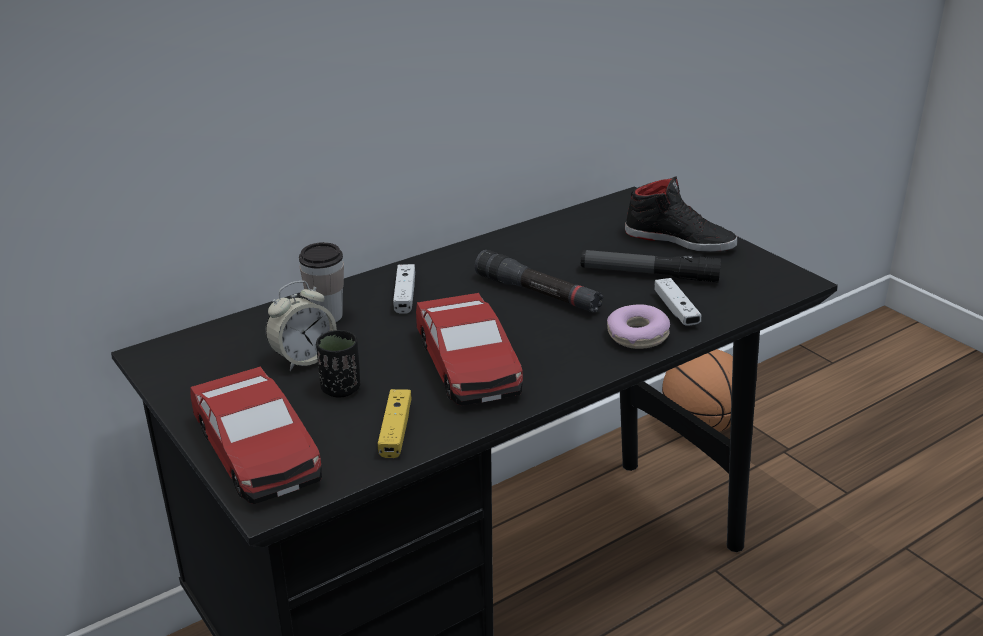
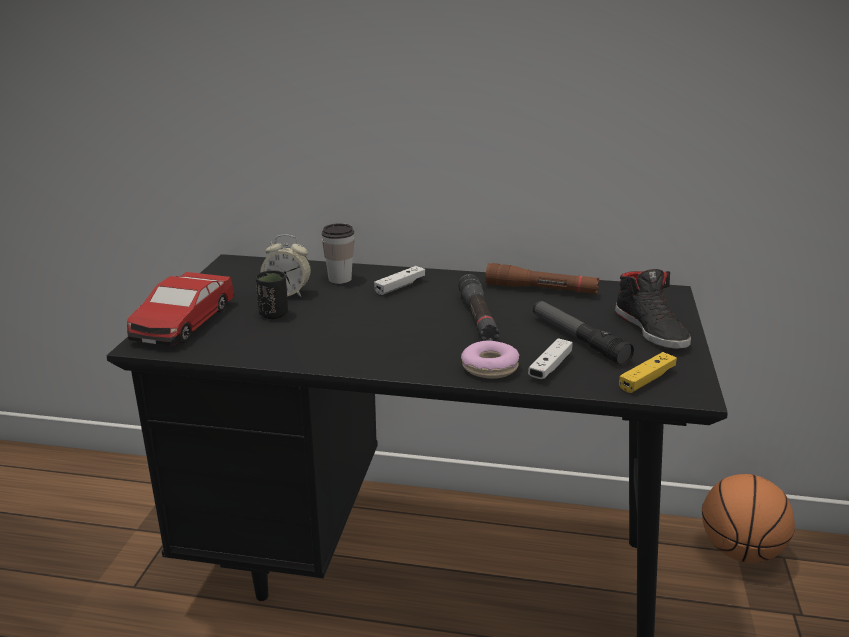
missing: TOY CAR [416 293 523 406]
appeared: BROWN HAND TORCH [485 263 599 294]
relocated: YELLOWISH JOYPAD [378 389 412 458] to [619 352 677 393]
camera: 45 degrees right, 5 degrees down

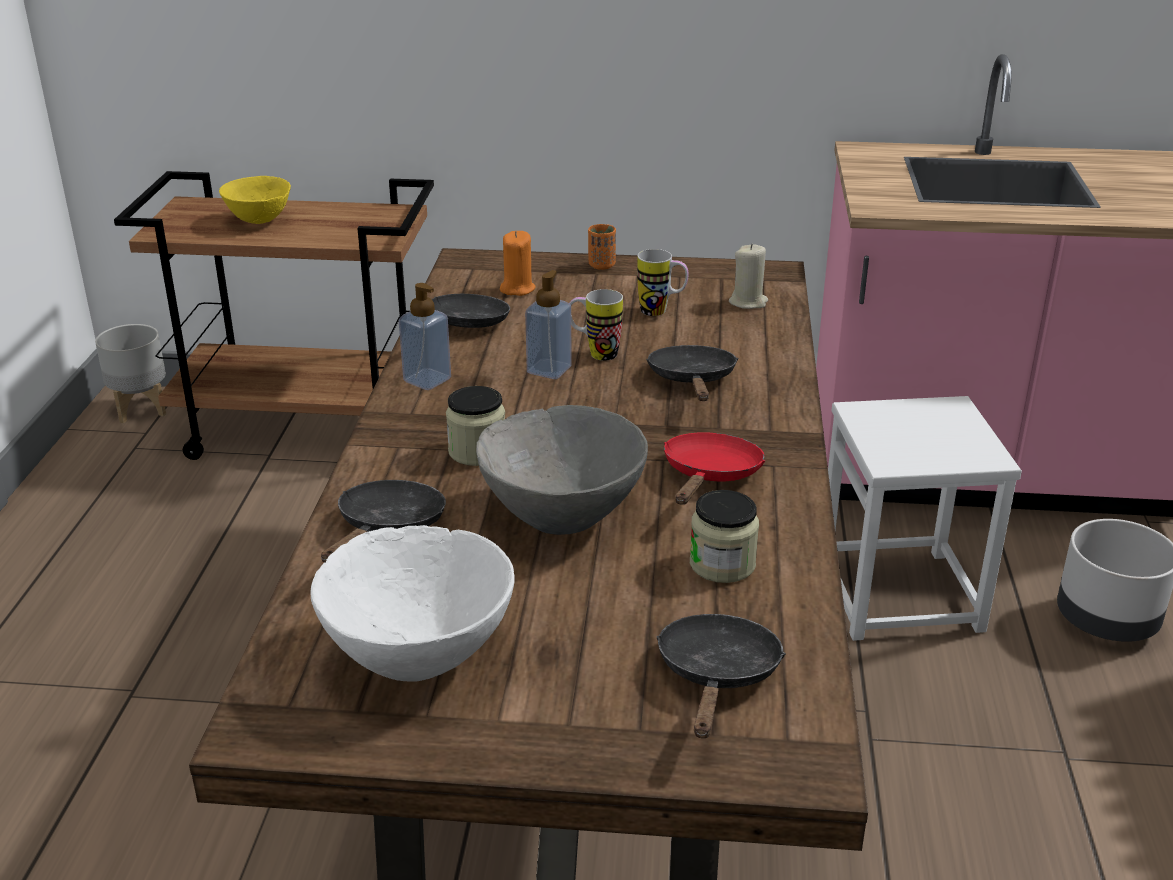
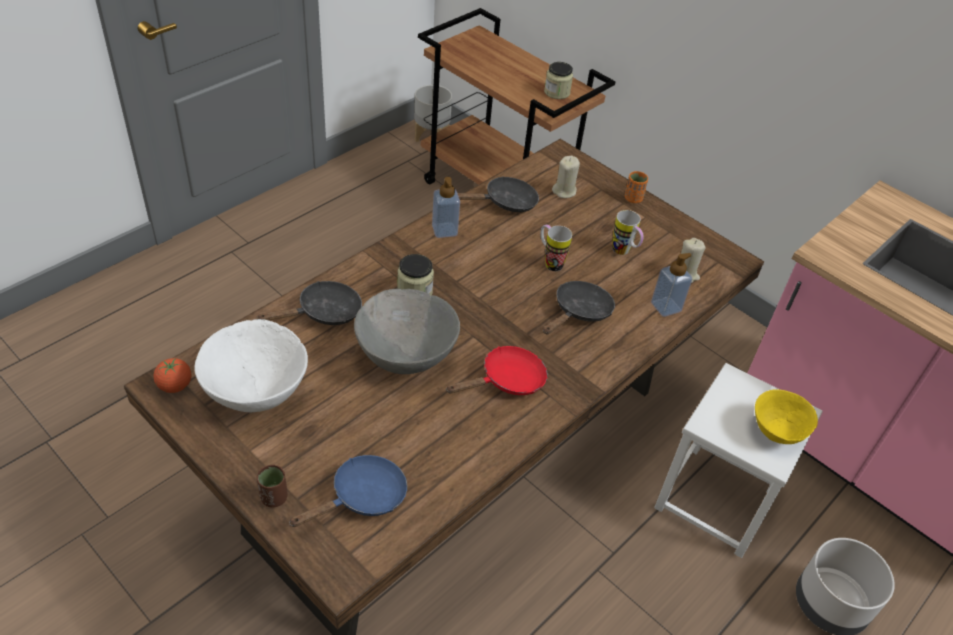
appeared: TOMATO [153 358 192 393]; BROWN DRINKING CUP [257 465 288 508]
relocated: YELLOWISH BOWL [219 176 291 224] to [755 390 818 444]; SOAP BOTTLE [525 270 572 379] to [651 253 692 317]; PRESERVE JAR [690 490 759 583] to [544 62 573 99]
colour: ORANGE WAX CANDLE [500 231 535 296] to BEIGE-COLOURED WAX CANDLE [552 156 580 198]; BLACK PAN [656 614 786 738] to BLUISH PAN [289 455 408 527]
camera: 35 degrees right, 15 degrees up

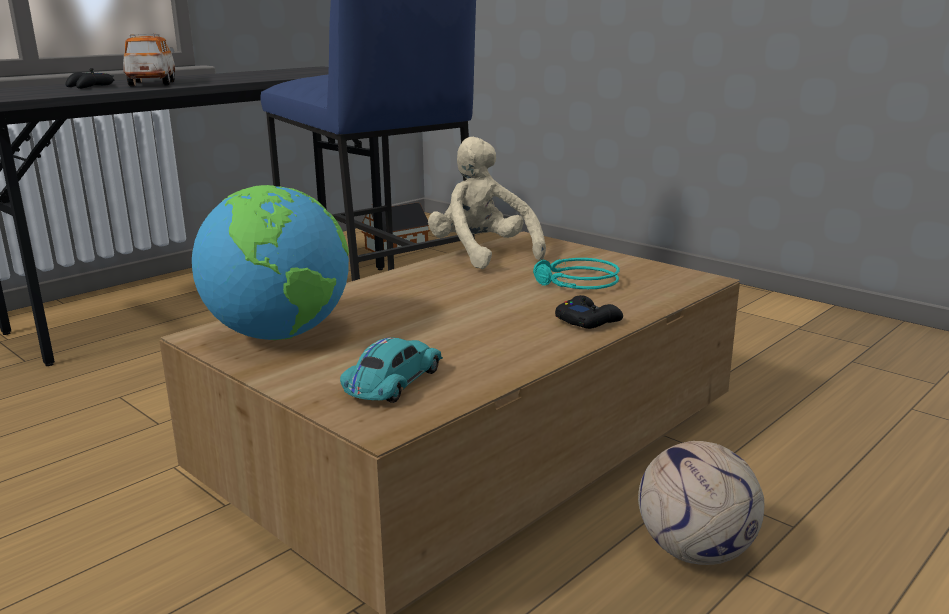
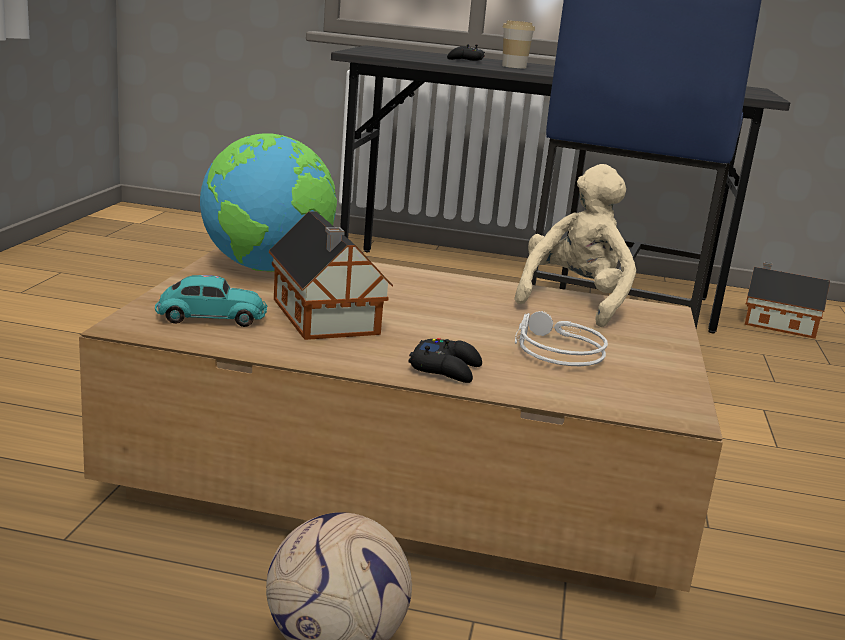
appeared: TOY HOUSE [269 211 393 340]
exchanged: TOY CAR [123 34 175 87] to DRINKING CUP [502 20 535 68]
colour: BLUE-GREEN HEADSET [533 258 620 289] to GREYISH HEADSET [515 311 608 366]
camera: 55 degrees right, 0 degrees up

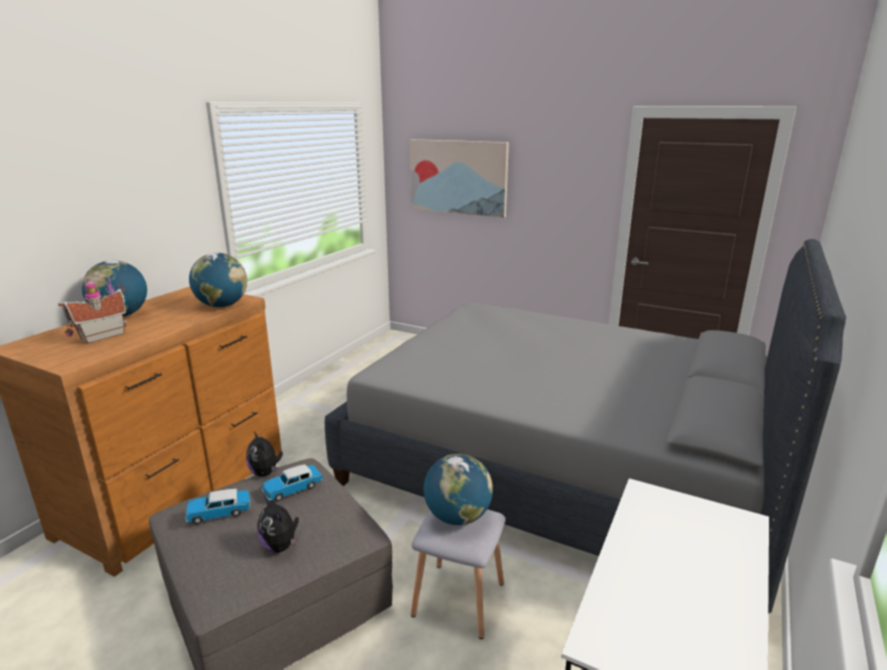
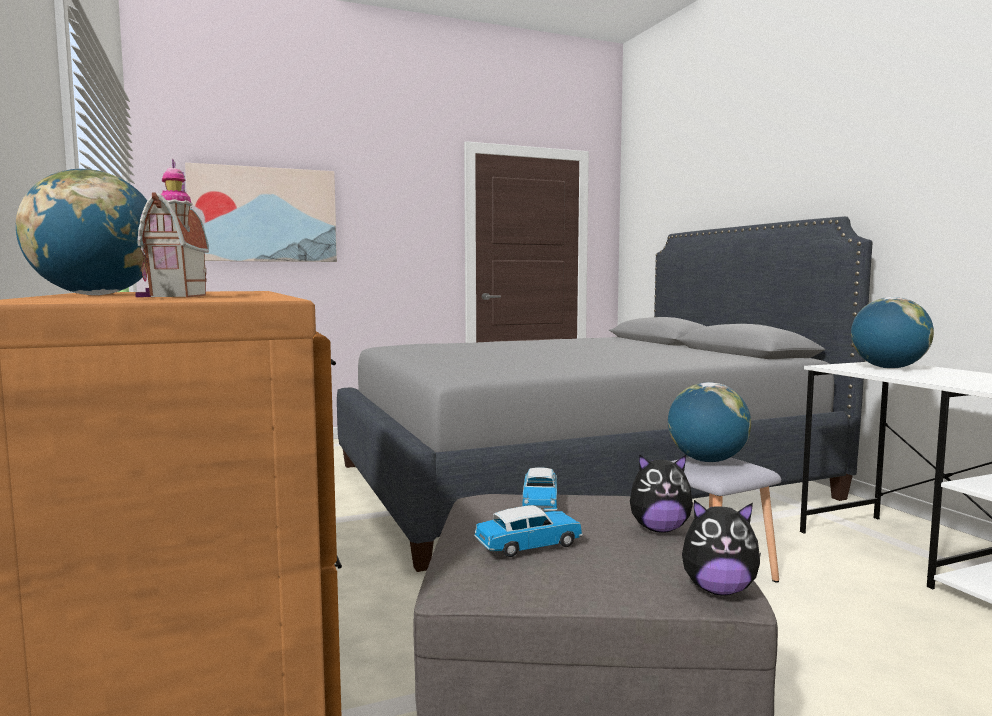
relocated: WORLD GLOBE [189 253 247 307] to [851 297 934 369]; PLUSH TOY [246 431 283 477] to [682 500 761 595]
spun: TOY CAR [185 489 250 524] = [474 505 583 557] 135 degrees counterclockwise
camera: 50 degrees left, 15 degrees down

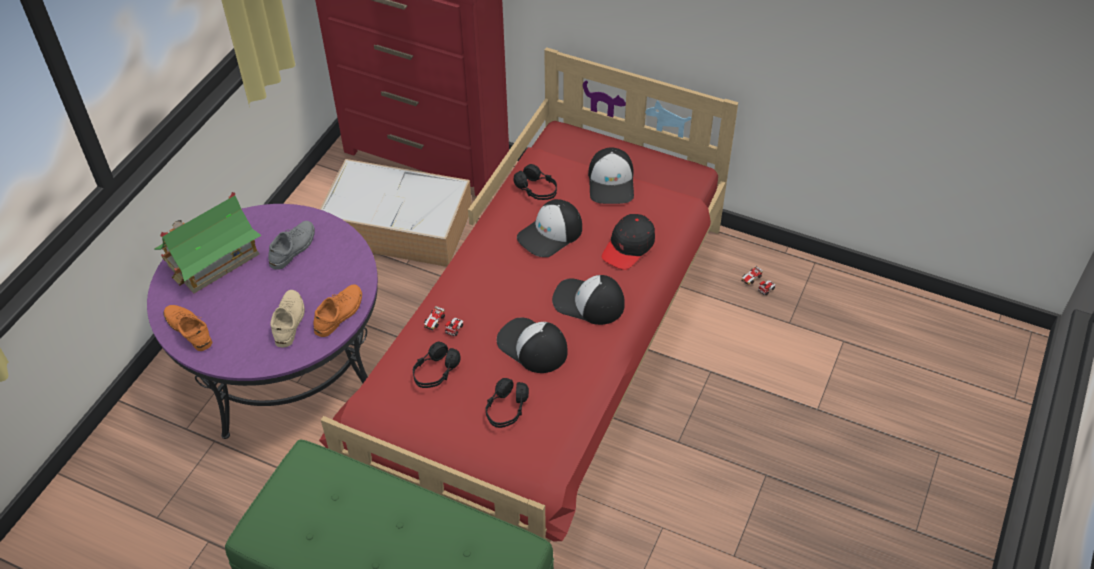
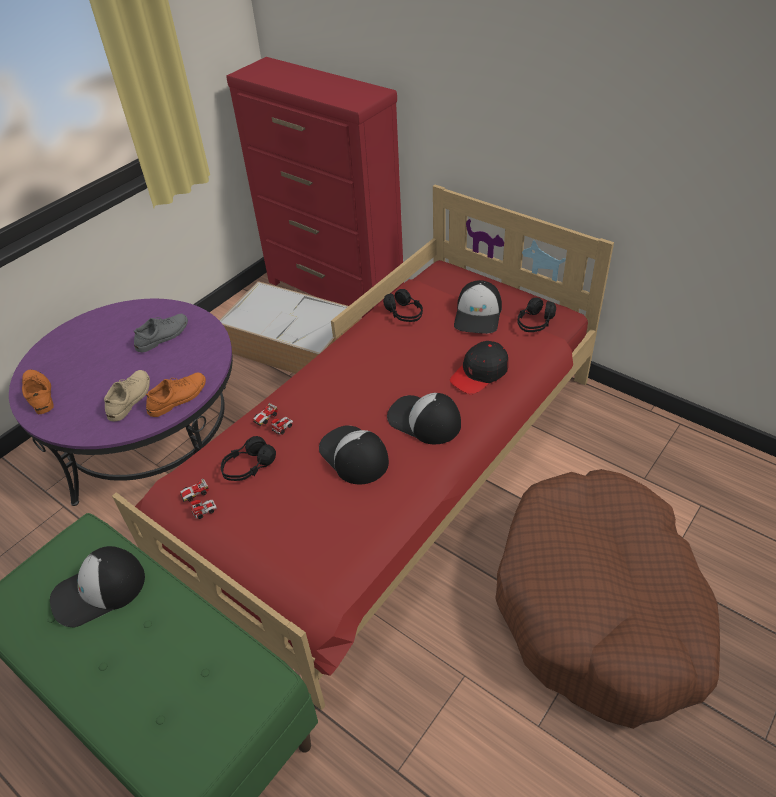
missing: TOY HOUSE [154 192 262 293]
appeared: BROWN DOG BED [495 469 720 729]
relocated: BLACK HEADSET [486 378 529 428] to [517 297 556 332]; PEAKED CAP [517 199 582 257] to [50 546 145 628]; TOY CAR [742 266 776 295] to [180 479 217 519]
camera: 15 degrees right, 5 degrees down

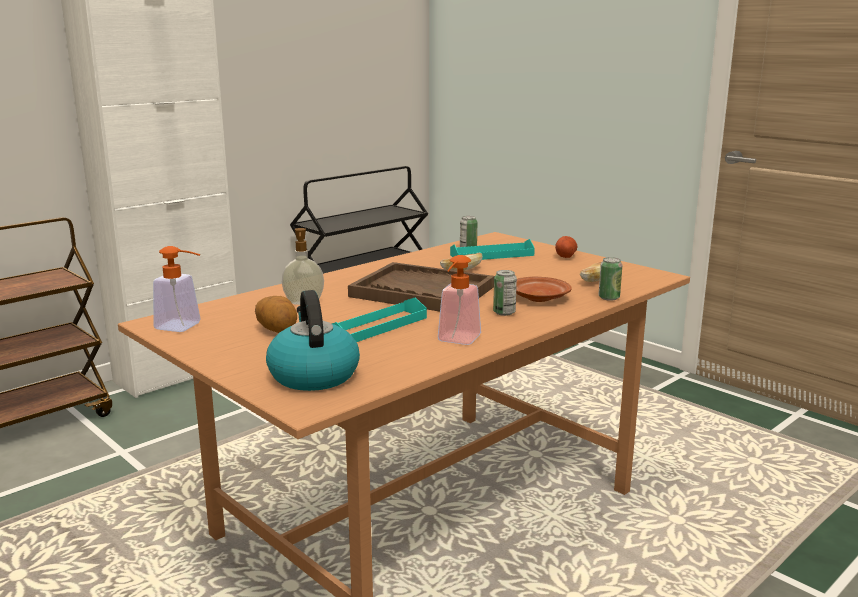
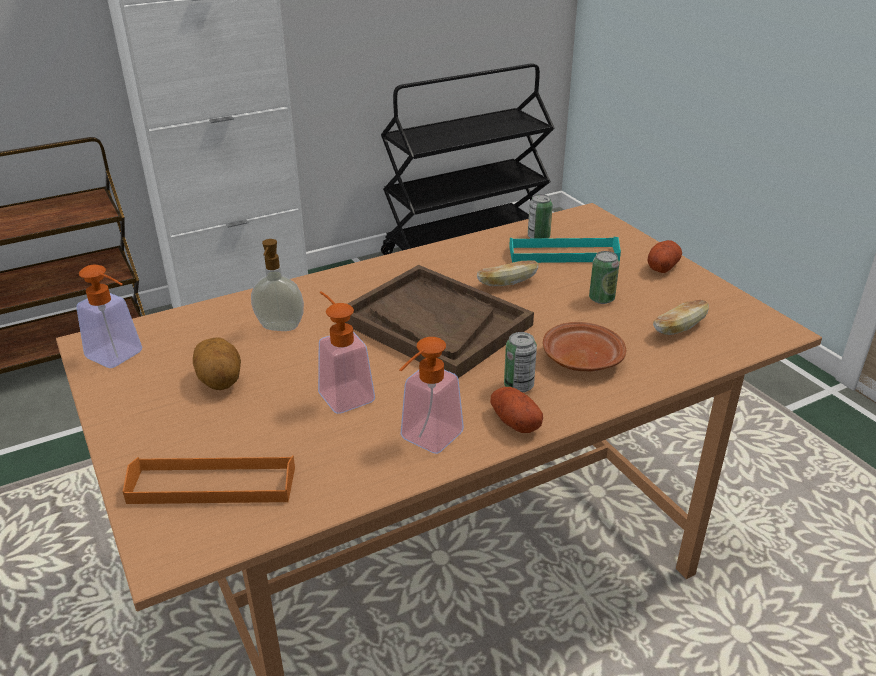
appeared: WHOLE POTATO [491 387 543 433]
relocated: CAN [598 257 622 301] to [589 251 619 304]
exchanged: KETTLE [266 290 360 391] to ORANGE SERVING TRAY [123 455 295 504]; BLUE-GREEN SERVING TRAY [332 297 427 342] to SOAP BOTTLE [318 291 375 414]
camera: 15 degrees right, 15 degrees up

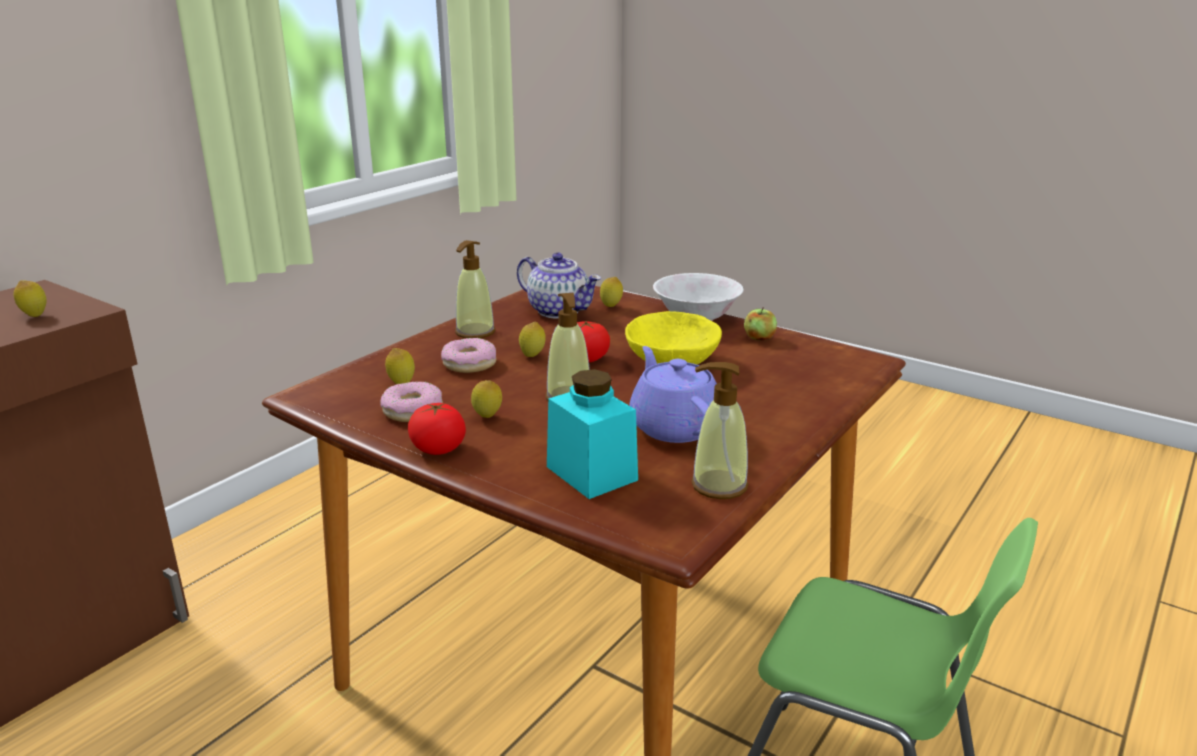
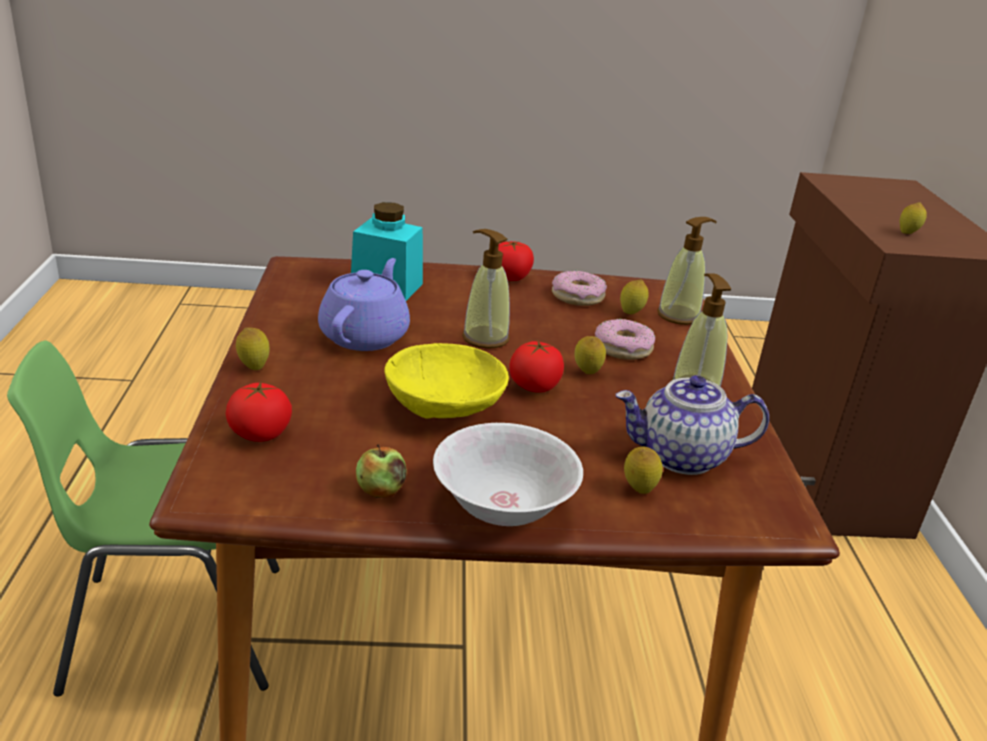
appeared: TOMATO [226 382 292 442]
relocated: LEMON [471 380 502 418] to [236 327 270 370]; SOAP BOTTLE [691 362 748 499] to [657 217 717 325]
spun: PURPLE POT FOR TEA [629 346 717 443] = [318 258 410 351] 105 degrees counterclockwise
camera: 140 degrees right, 5 degrees up

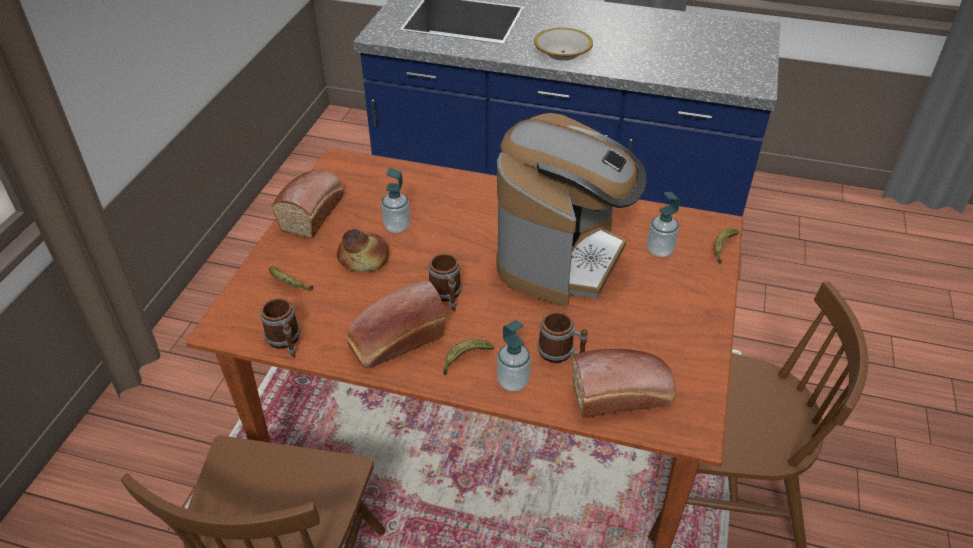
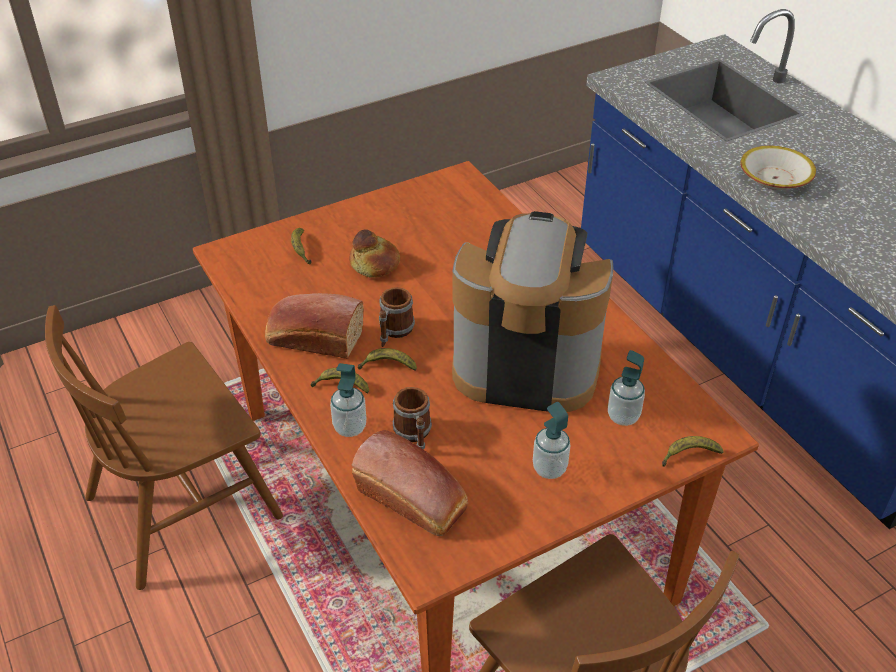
missing: MUG [260 298 300 358]; BREAD [272 170 344 238]
appeared: BANANA FRUIT [358 348 417 371]
relocated: SOAP BOTTLE [381 168 410 233] to [533 402 571 479]
spun: COFFEE BREWER [496 113 646 306] = [452 211 613 412] 150 degrees counterclockwise
camera: 45 degrees right, 0 degrees up

